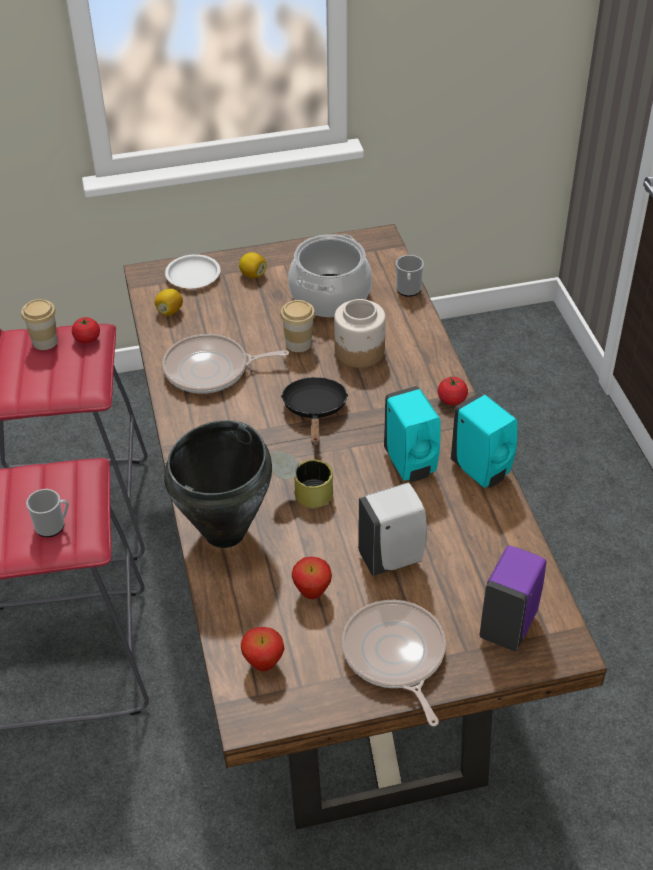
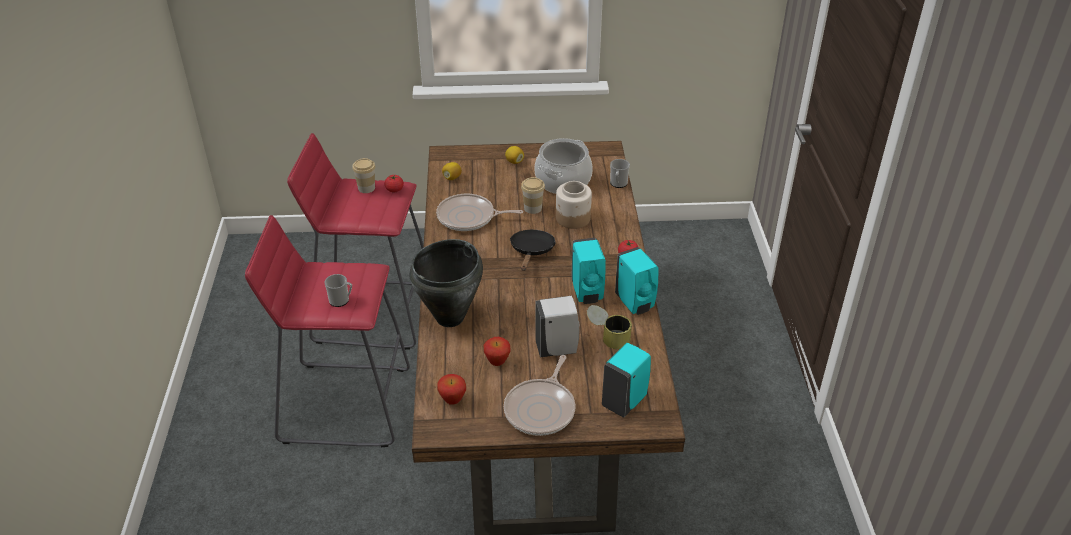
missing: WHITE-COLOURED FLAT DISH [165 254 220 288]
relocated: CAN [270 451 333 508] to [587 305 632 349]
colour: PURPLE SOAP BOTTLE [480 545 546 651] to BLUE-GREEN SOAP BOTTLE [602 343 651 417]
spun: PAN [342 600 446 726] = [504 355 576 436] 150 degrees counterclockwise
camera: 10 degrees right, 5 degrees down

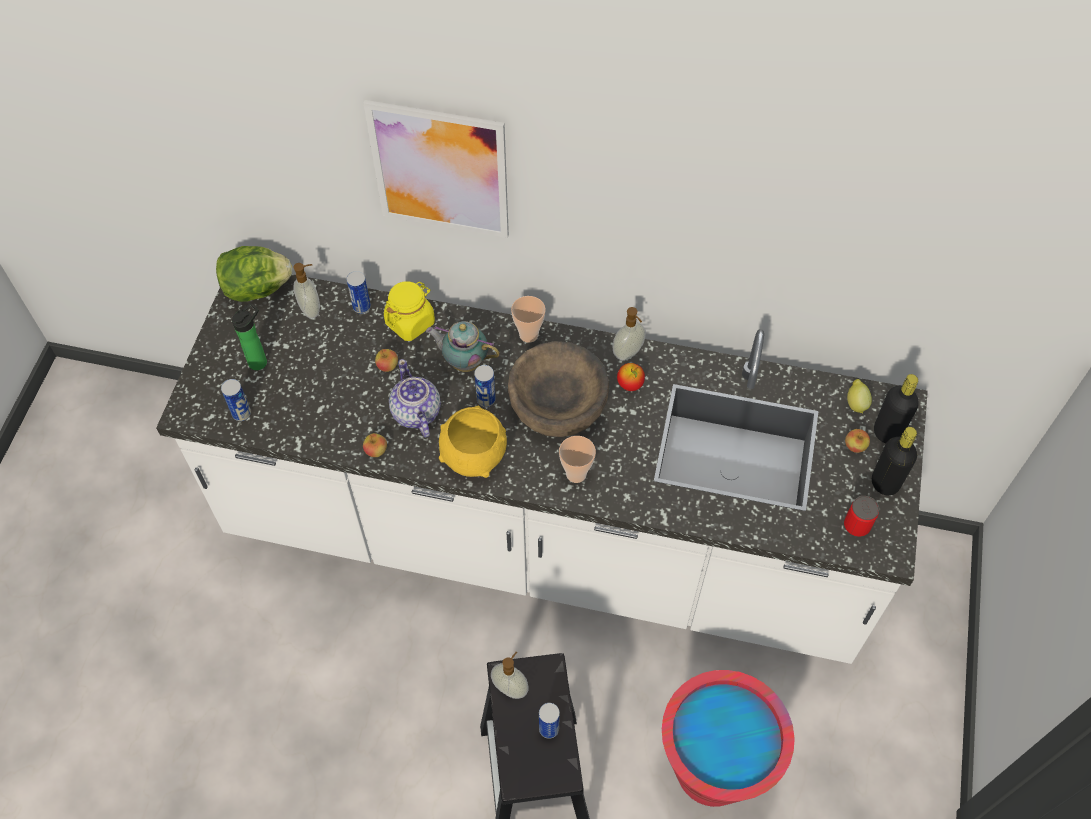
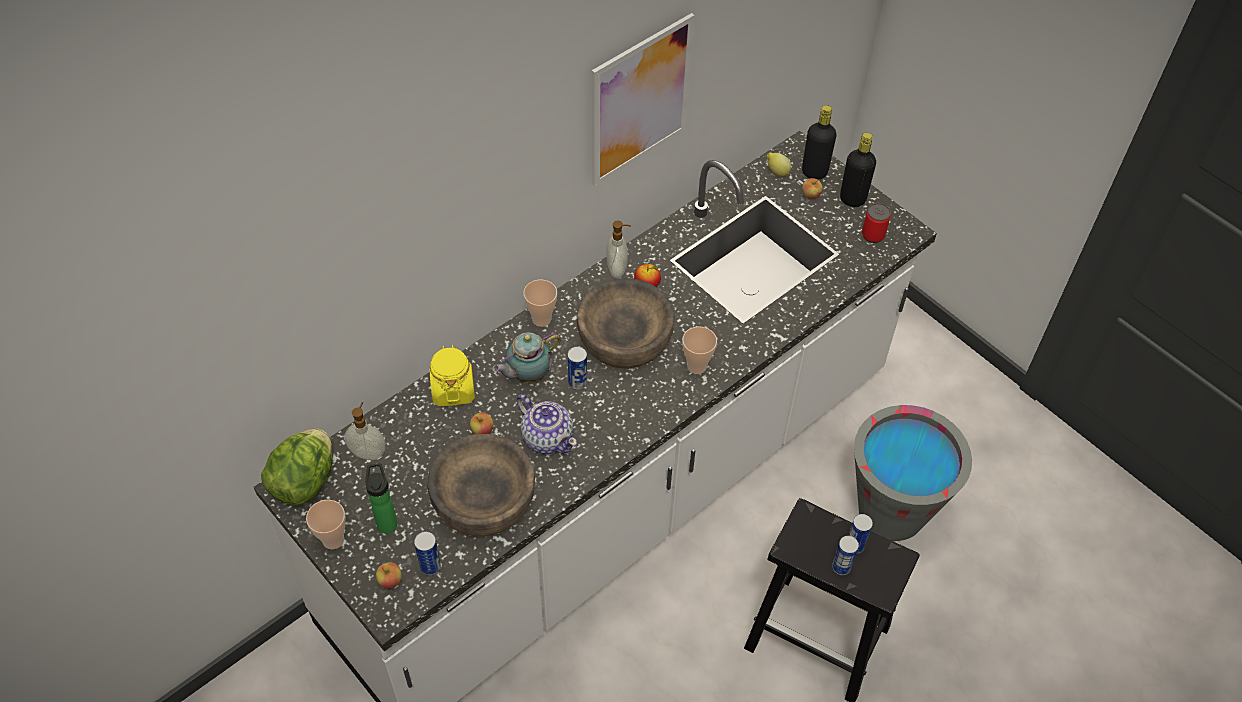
missing: YELLOWISH BOWL [439 405 507 478]; SOAP BOTTLE [491 652 529 699]
appeared: DRINKING CUP [306 500 346 549]; BROWN BOWL [427 434 535 536]
relocated: CAN [346 271 371 314] to [832 536 859 575]; WALL PICTURE [363 100 509 238] to [592 13 695 186]; WHOLE APPLE [363 433 387 457] to [376 562 402 589]
colour: RED-COLOURED PAIL [662 670 795 807] to GREYISH PAIL [854 405 972 541]
spun: POT FOR TEA [389 359 441 437] = [516 394 577 455] 150 degrees counterclockwise
camera: 55 degrees left, 5 degrees down

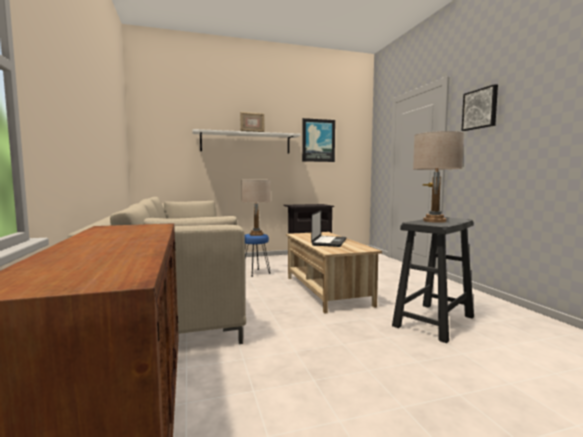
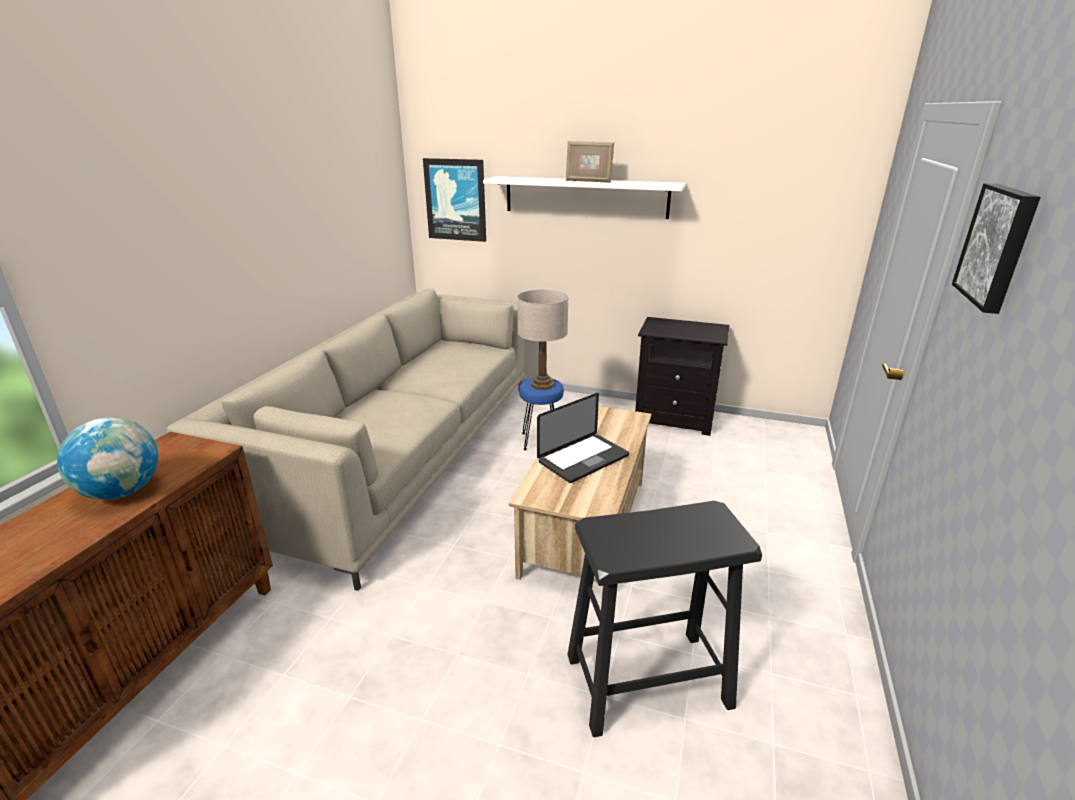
missing: BEIGE-COLOURED TABLE LAMP [413 131 464 223]
appeared: WORLD GLOBE [57 417 158 500]
relocated: WALL PICTURE [302 118 335 162] to [423 158 486 242]
camera: 35 degrees right, 20 degrees up

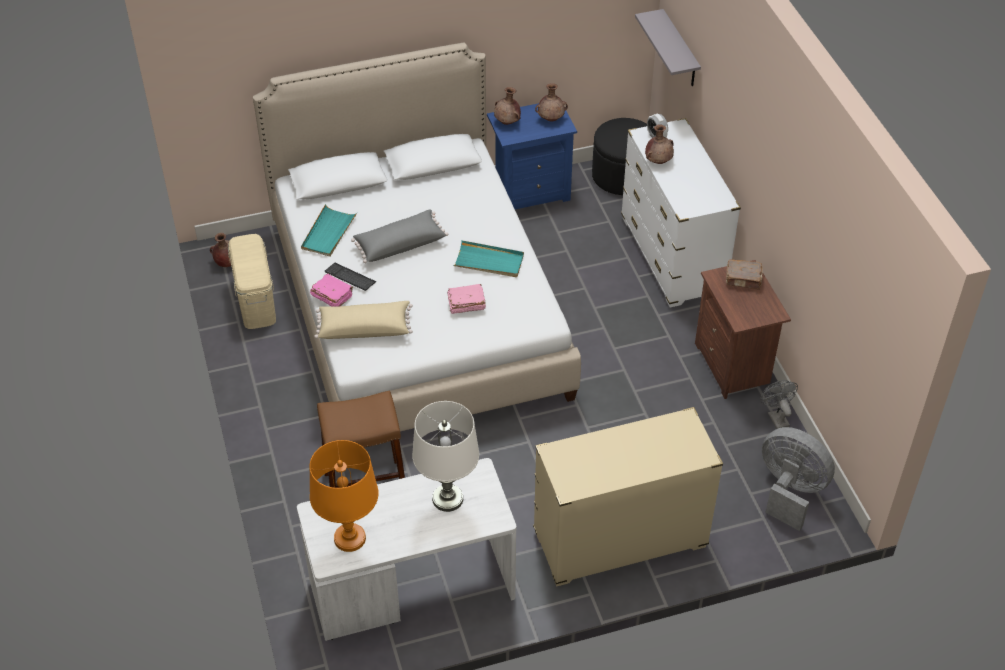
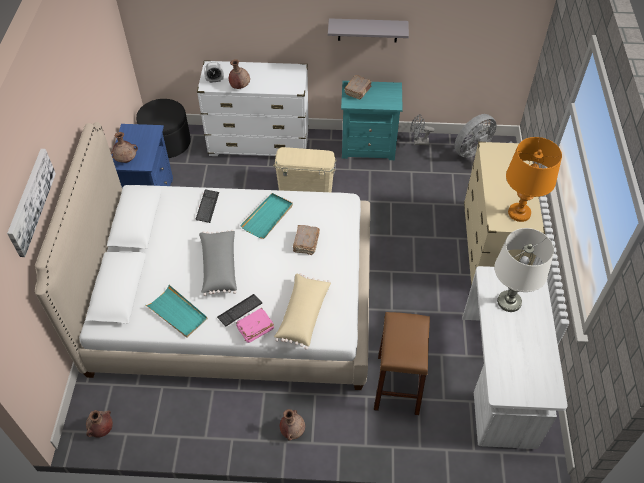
appeared: WALL PICTURE [7 149 56 257]; COMPUTER KEYBOARD [196 189 219 223]
relocated: BEIGE-COLOURED STORAGE BOX [228 234 276 329] to [273 147 337 192]; ORANGE TABLE LAMP [309 440 379 552] to [506 137 562 222]; BROWN VASE [535 83 568 122] to [280 409 305 441]; GREYISH BRACKET SHELF [635 9 701 86] to [328 18 409 42]
colour: PINK BOUND BOOK [447 284 486 314] to BROWN BOUND BOOK [293 225 320 255]; BROWN NIGHT TABLE [695 260 791 399] to BLUE-GREEN NIGHT TABLE [341 81 403 160]
camera: 70 degrees left, 5 degrees up

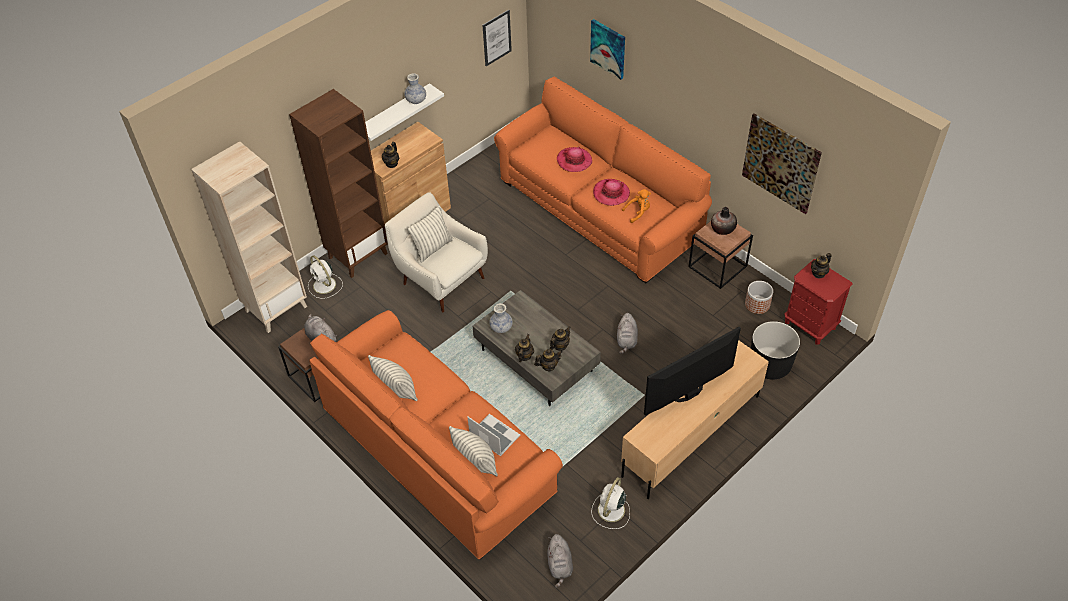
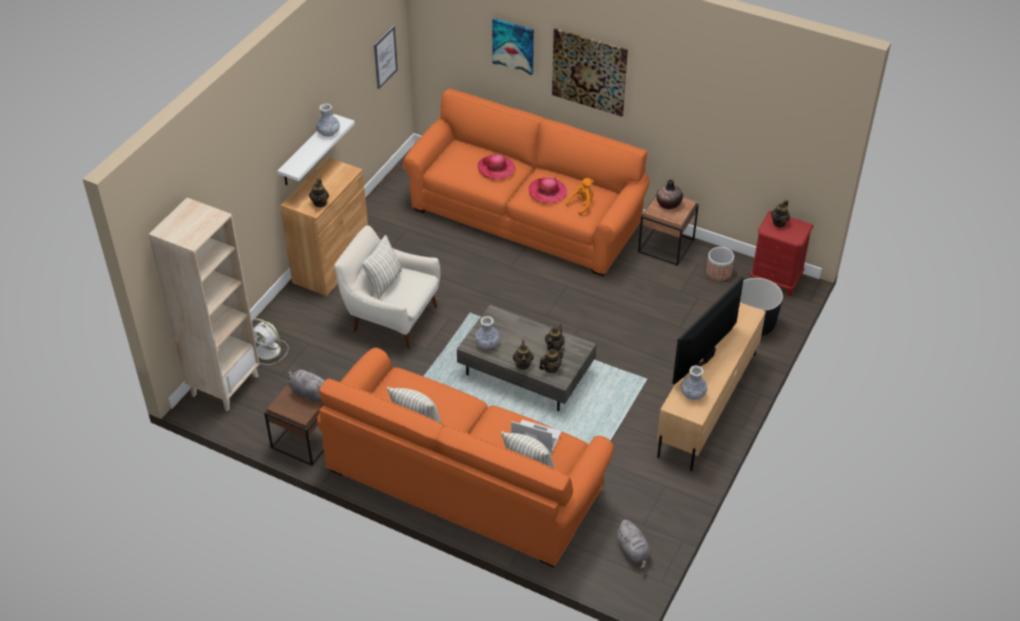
missing: BROWN BOOKCASE [289 89 388 278]; WHITE-COLOURED ELECTRIC FAN [591 477 630 529]; GREYISH PLUSH TOY [617 313 638 354]
appeared: VASE [681 366 707 400]
relocated: WALL PICTURE [742 113 822 214] to [552 28 628 117]
camera: 20 degrees left, 5 degrees down

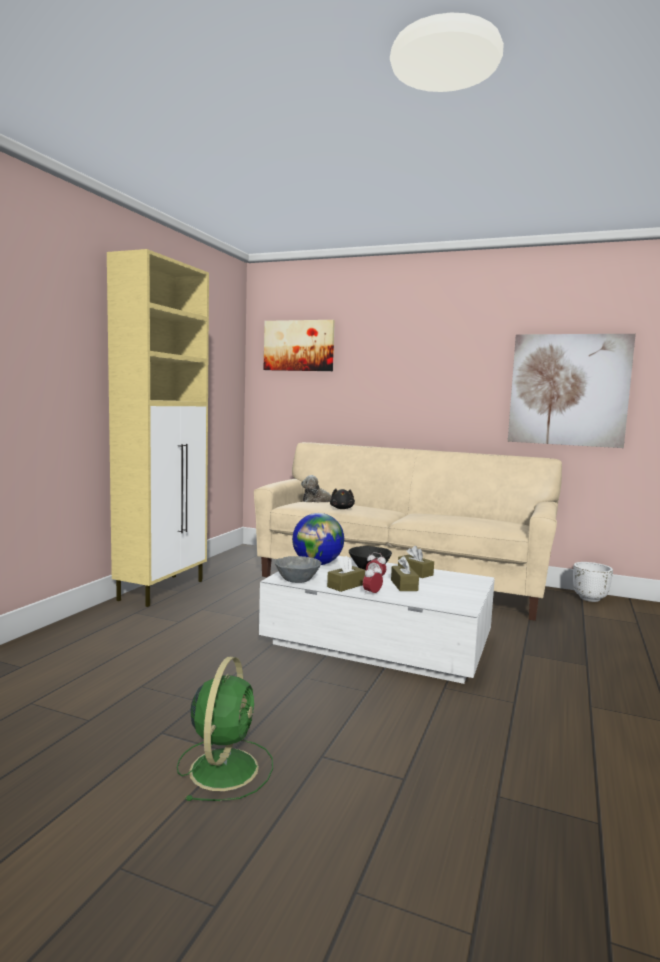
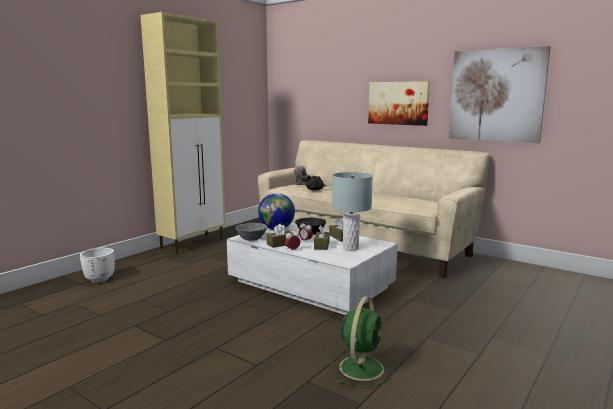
appeared: GREYISH TABLE LAMP [332 172 372 251]
relocated: GREEN-COLOURED ELECTRIC FAN [177 657 273 801] to [331 296 394 386]; WALL PICTURE [264 320 335 371] to [368 81 430 126]; WHITE-COLOURED PLANTER [573 562 613 602] to [80 248 115 283]
camera: 15 degrees right, 5 degrees up

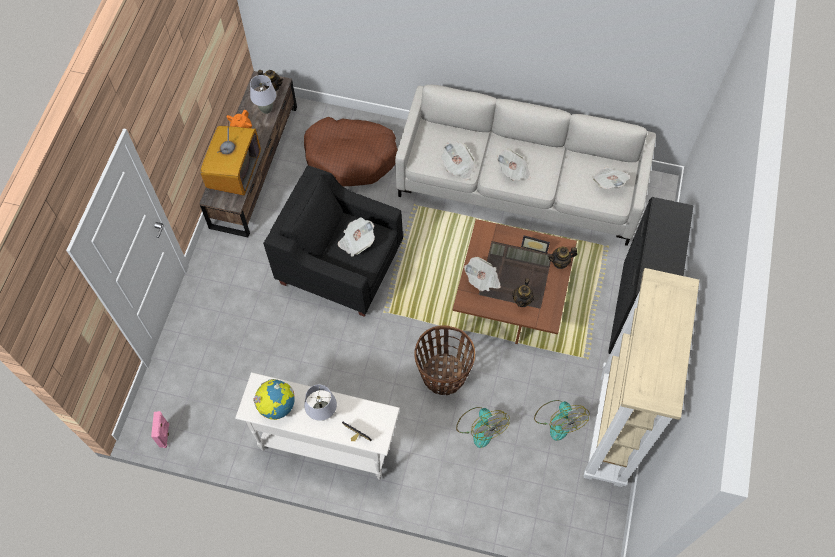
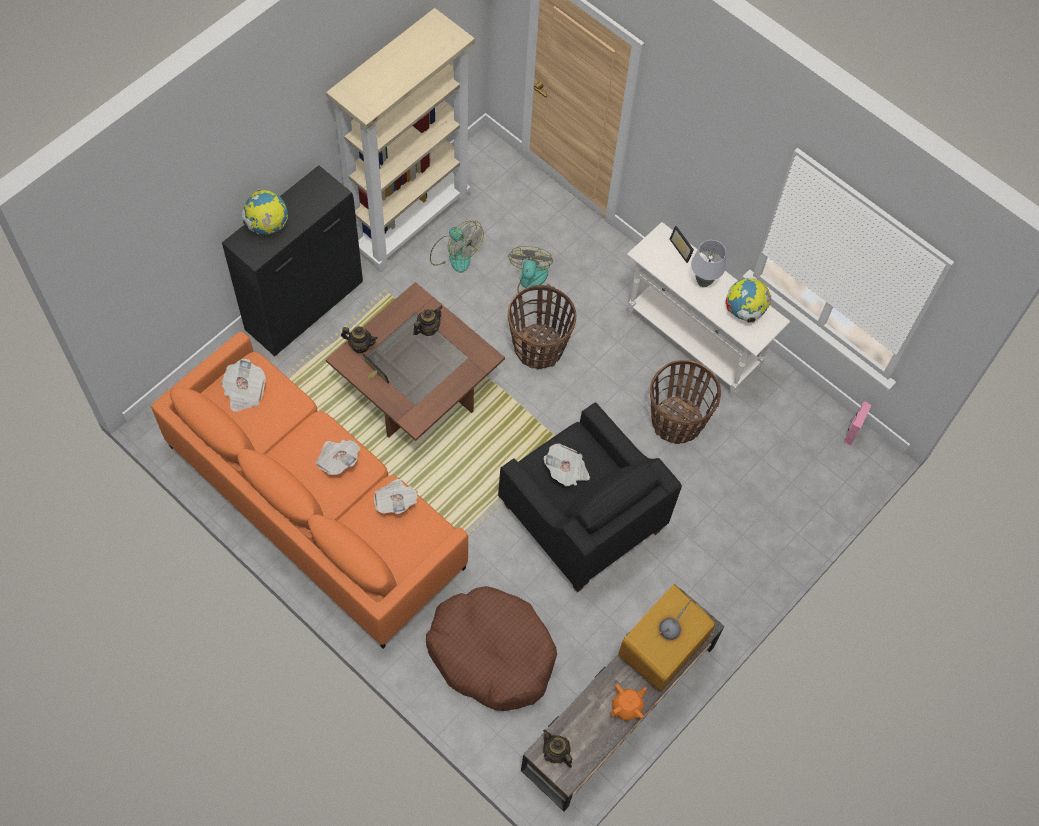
missing: GREYISH TABLE LAMP [250 75 276 114]; PRINTED PAPER [464 257 501 291]
appeared: WORLD GLOBE [241 189 288 235]; STORAGE BASKET [650 360 721 444]
colour: GREYISH SOFA [395 85 656 246] to ORANGE SOFA [151 332 468 649]
spun: ELECTRIC FAN [534 400 590 441] = [430 221 484 273] 120 degrees clockwise
camera: 155 degrees left, 0 degrees up

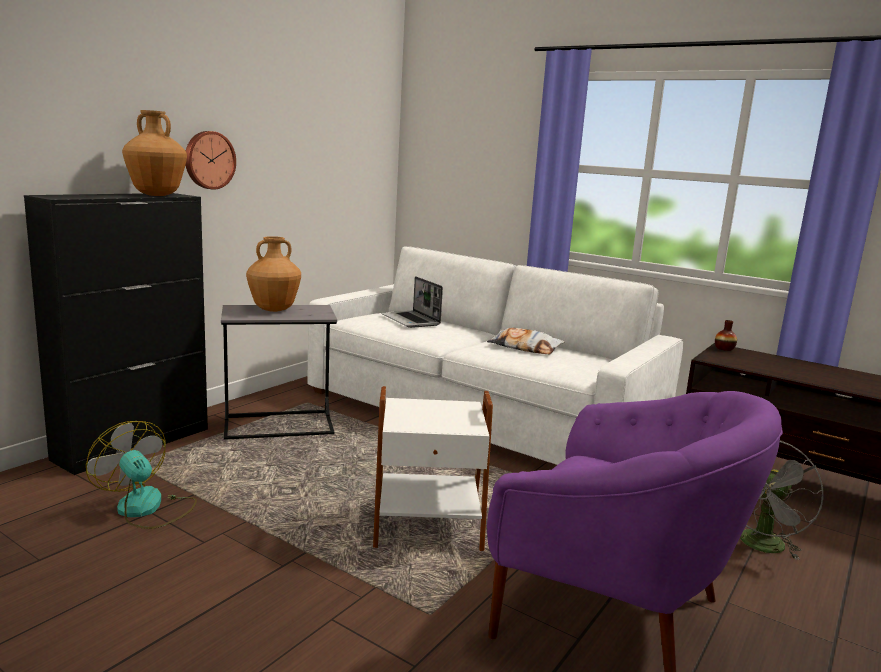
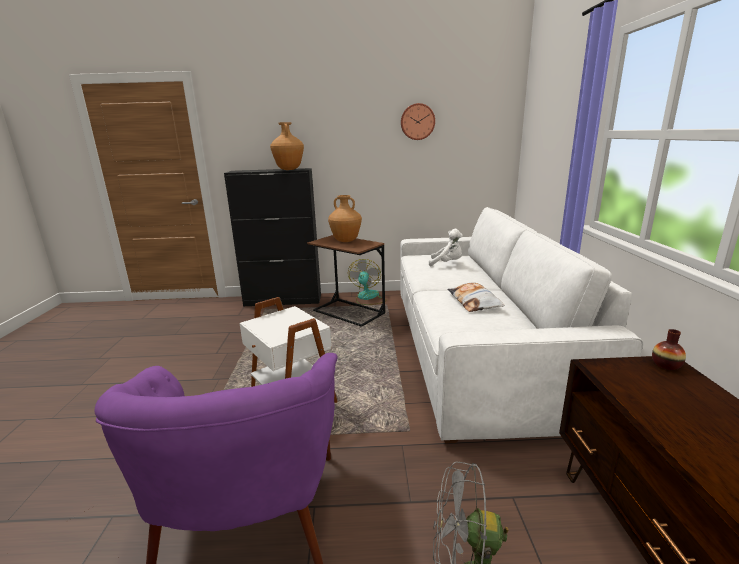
relocated: ELECTRIC FAN [86 421 197 529] to [348 259 387 305]; WALL CLOCK [186 131 236 190] to [401 103 435 140]
exchanged: LAPTOP [381 276 443 328] to WHITE-COLOURED PLUSH TOY [429 229 463 266]
colour: GREYISH SIDE TABLE [221 305 337 440] to BROWN SIDE TABLE [307 235 385 327]
camera: 55 degrees right, 5 degrees up

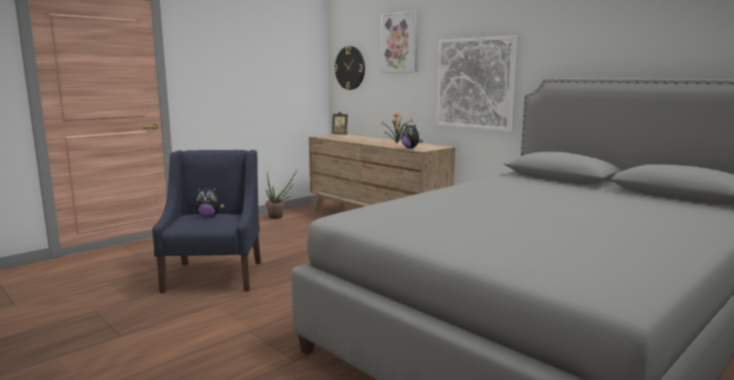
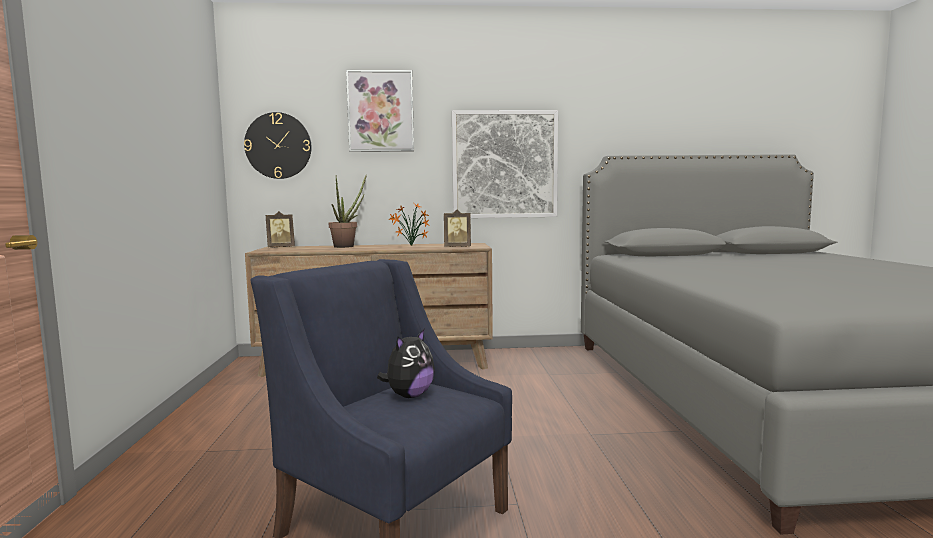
relocated: HOUSEPLANT [266 170 297 219] to [329 174 367 248]
exchanged: PLUSH TOY [401 123 422 148] to STANDING FRAME [444 210 471 247]
camera: 50 degrees left, 5 degrees down

